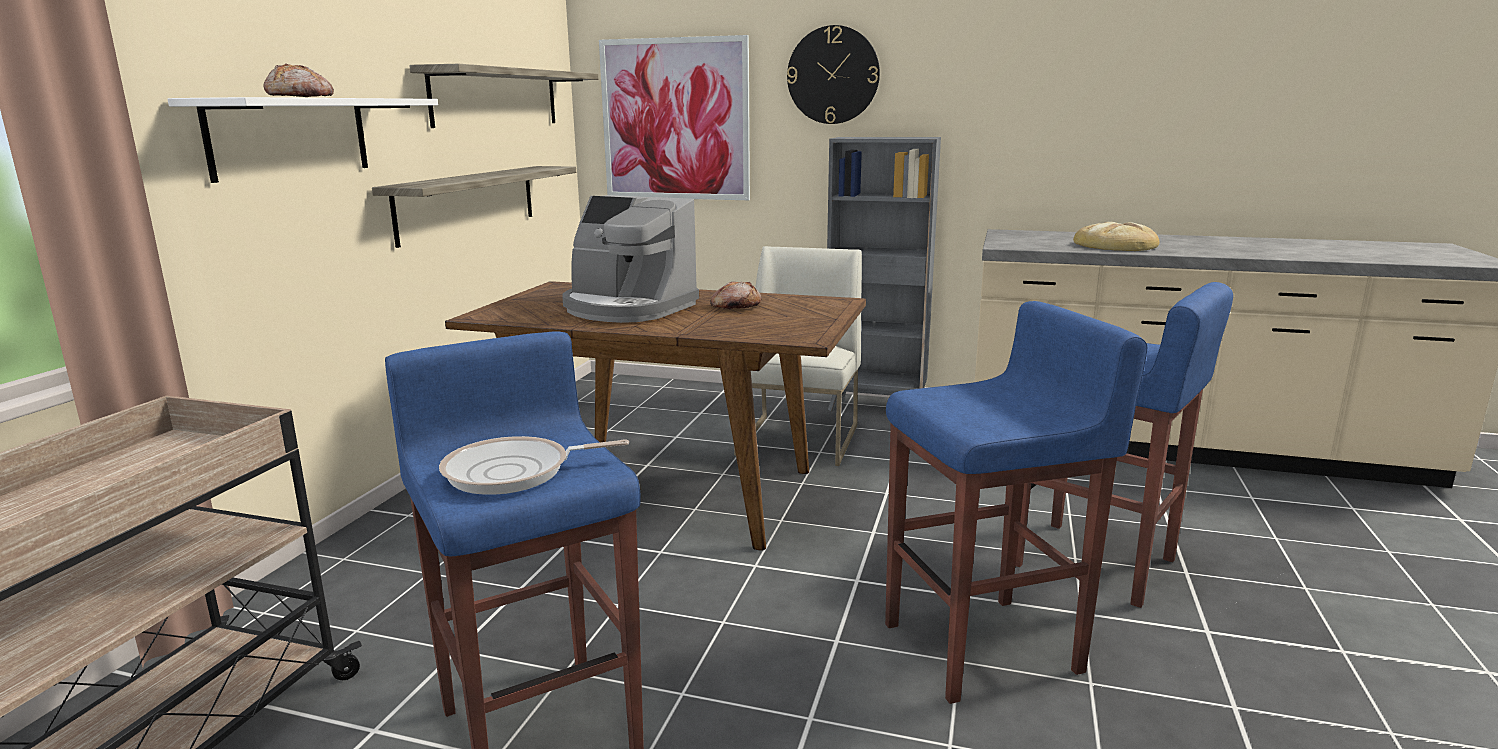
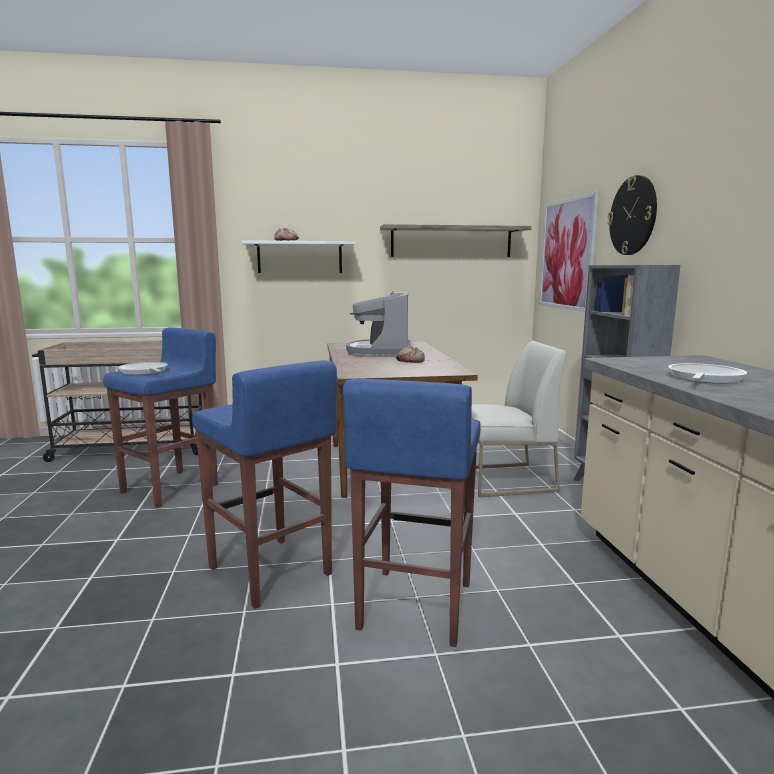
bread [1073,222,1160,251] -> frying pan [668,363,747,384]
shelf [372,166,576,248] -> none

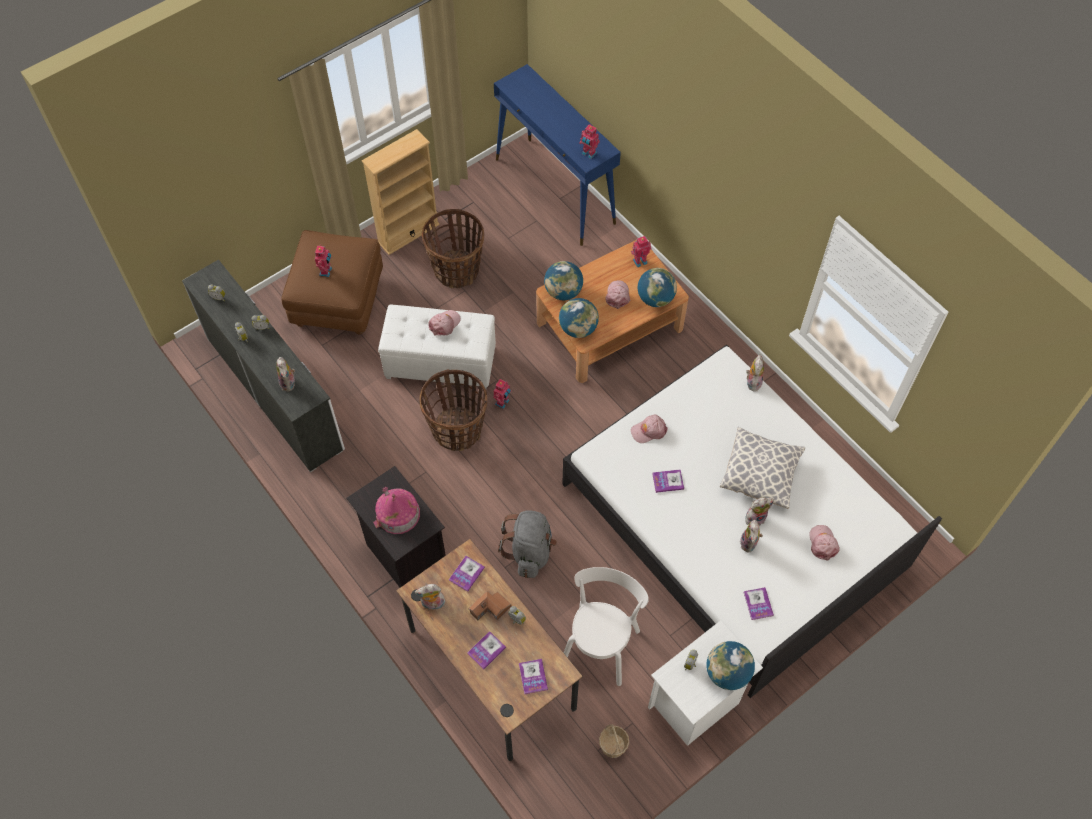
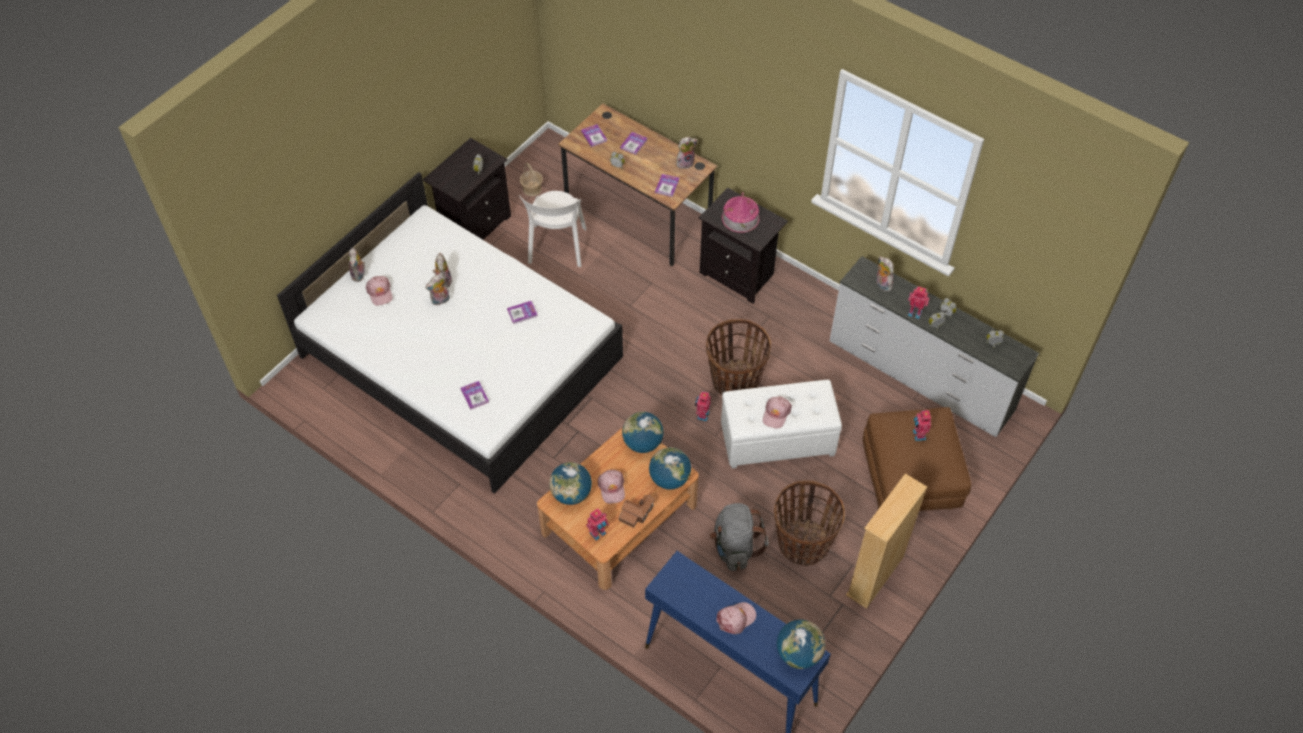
plush toy [746,354,764,392] -> plush toy [348,248,365,282], shifted
white nightstand [648,620,763,746] -> black nightstand [423,138,511,240]
book [744,587,774,620] -> book [460,381,489,409], shifted
toy house [468,591,511,620] -> toy house [619,495,655,528], shifted
grey backpack [498,510,557,578] -> grey backpack [710,503,768,571], shifted
pink cap [631,415,668,443] -> pink cap [716,602,756,634], shifted
globe [706,641,755,690] -> globe [777,620,825,669], shifted
toy robot [579,124,600,159] -> toy robot [908,286,929,319], shifted
pillow [720,427,805,509] -> none

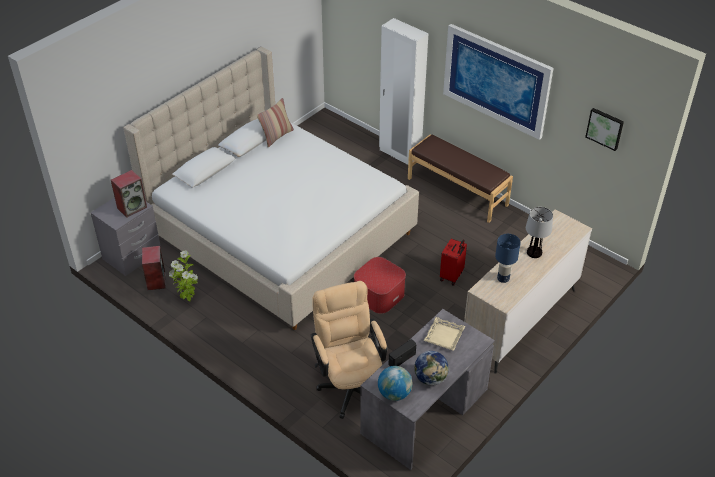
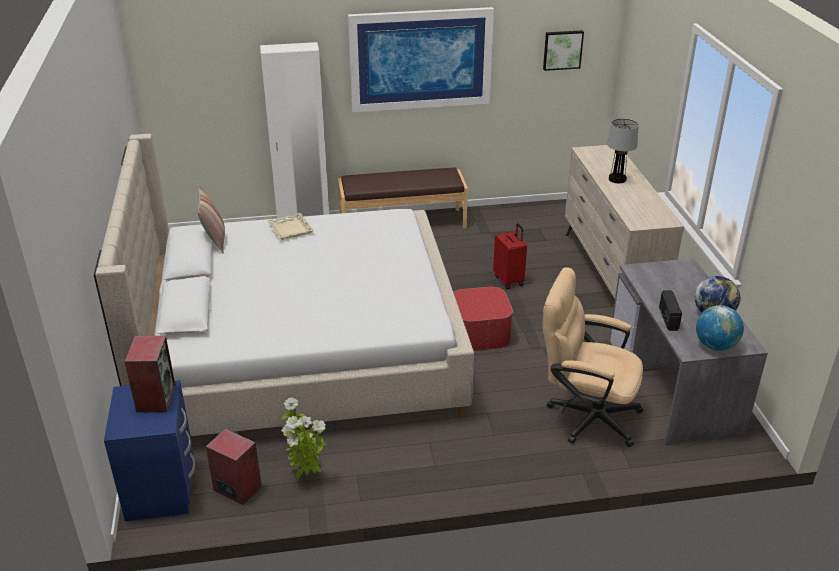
grey nightstand [91,197,161,276] -> blue nightstand [104,380,195,521]
beige tray [424,317,465,351] -> beige tray [267,213,314,240], shifted
blue table lamp [495,234,521,283] -> none

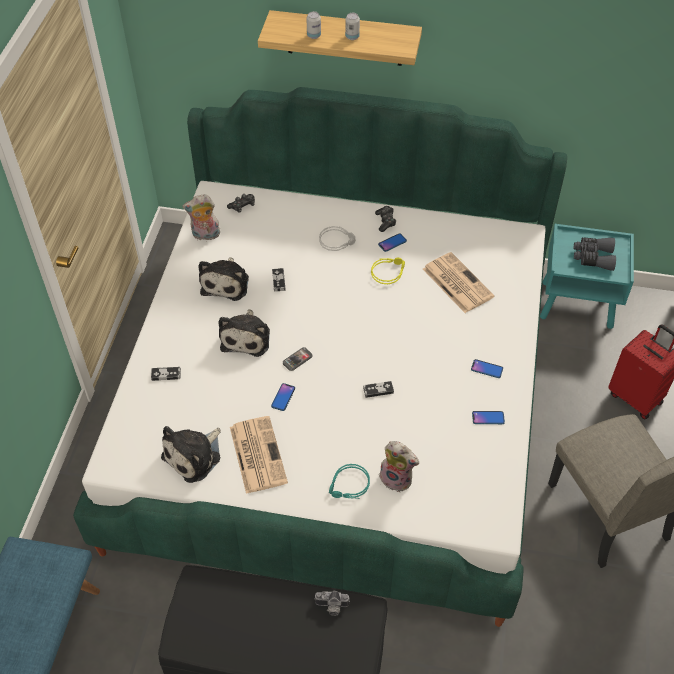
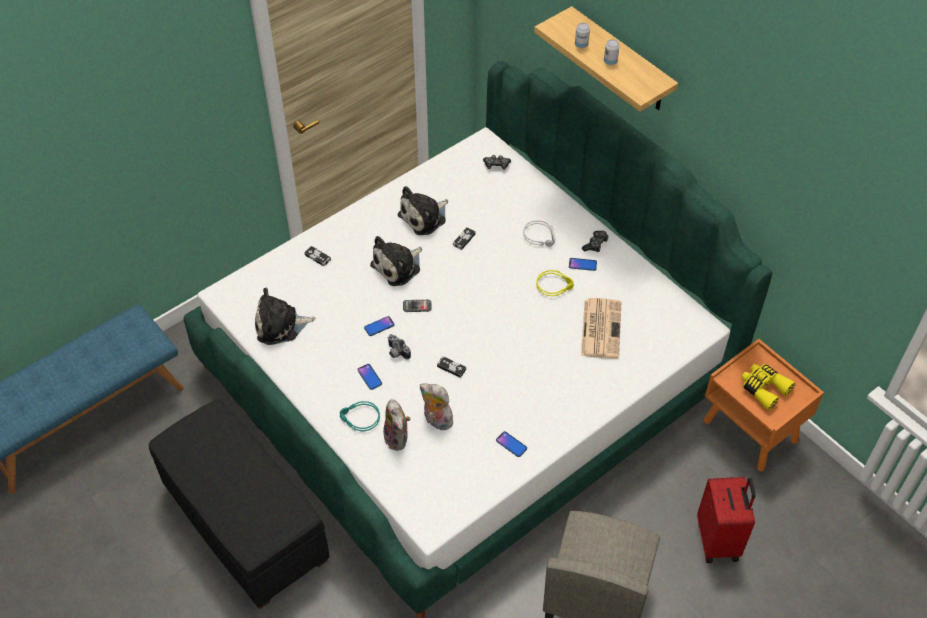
phone [471,359,503,378] -> phone [357,364,382,390], shifted
photo camera [314,591,350,616] -> photo camera [387,334,411,359], shifted
plush toy [182,194,222,240] -> plush toy [420,384,455,430], shifted
turquoise nightstand [540,224,634,329] -> orange nightstand [704,339,824,471]
grey binoculars [574,238,616,271] -> yellow binoculars [741,364,795,410]
newspaper [230,416,288,494] -> none

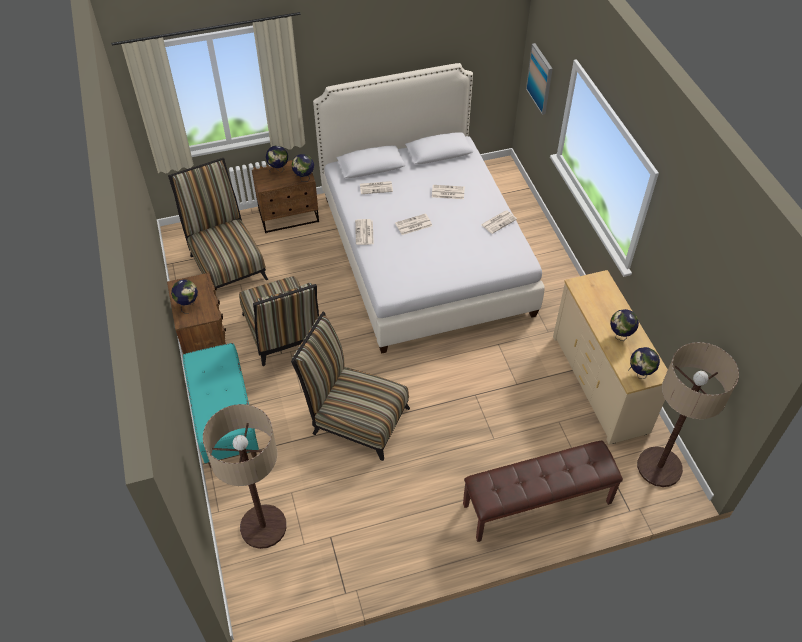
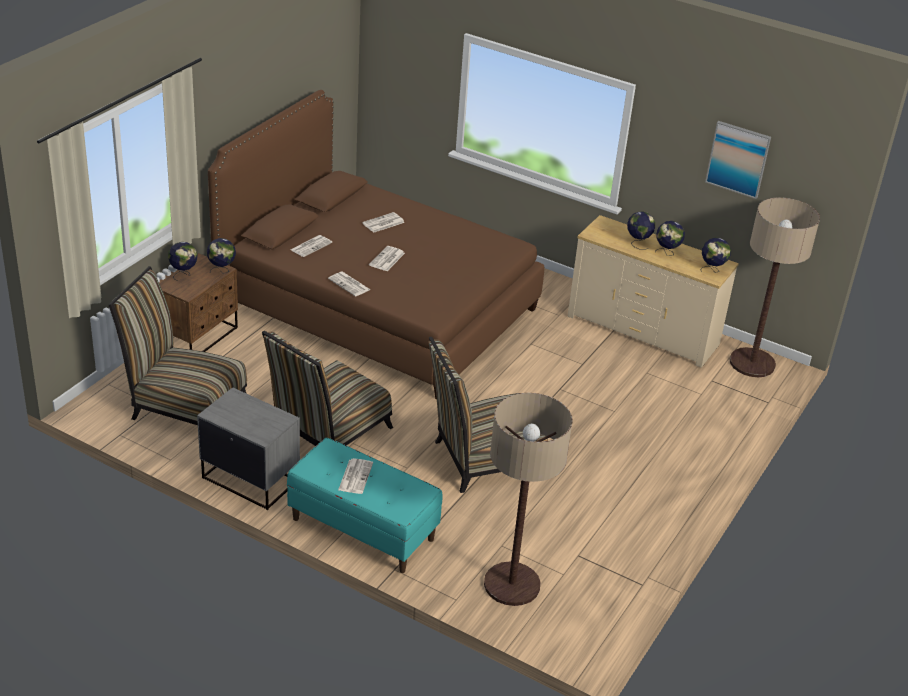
brown nightstand [167,273,226,355] -> grey nightstand [197,387,300,510]
white bed [313,63,545,354] -> brown bed [208,90,544,399]
chair [239,276,319,366] -> chair [262,331,393,446], 105 degrees clockwise
newspaper [481,210,517,234] -> newspaper [338,458,373,494], shifted
globe [171,279,198,314] -> globe [627,211,655,250], shifted
picture [526,43,553,115] -> picture [705,121,771,199], shifted
brown bench [463,441,623,542] -> none

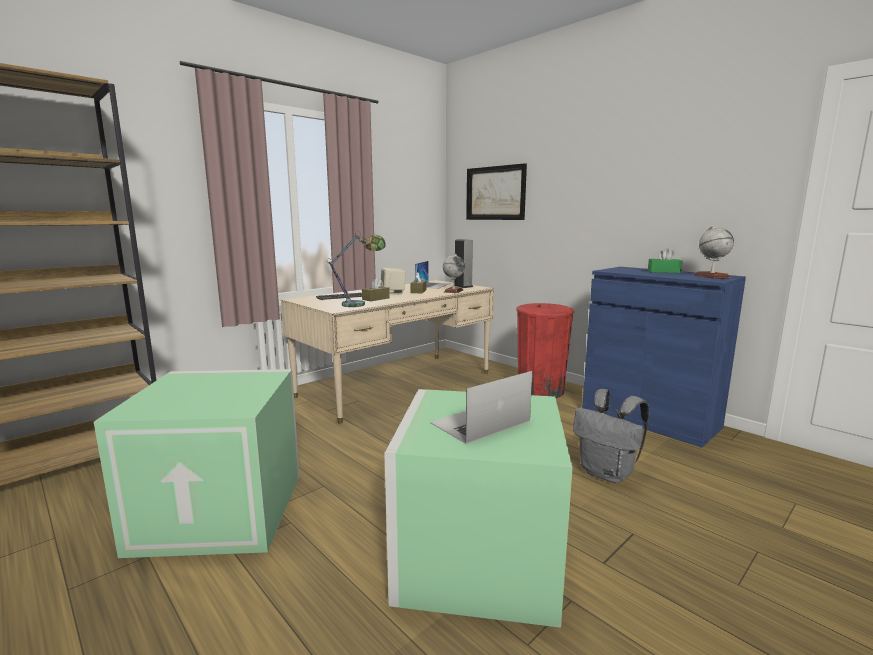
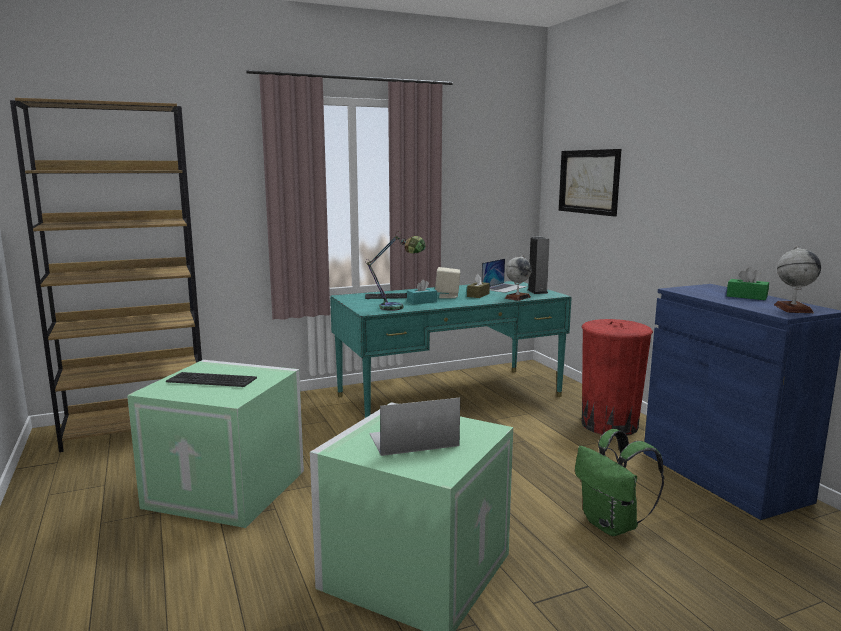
none -> keyboard [166,372,257,387]
beige desk [281,280,494,424] -> turquoise desk [330,281,572,418]
brown tissue box [362,278,390,301] -> turquoise tissue box [407,279,437,305]
grey backpack [573,389,649,483] -> green backpack [575,429,664,536]

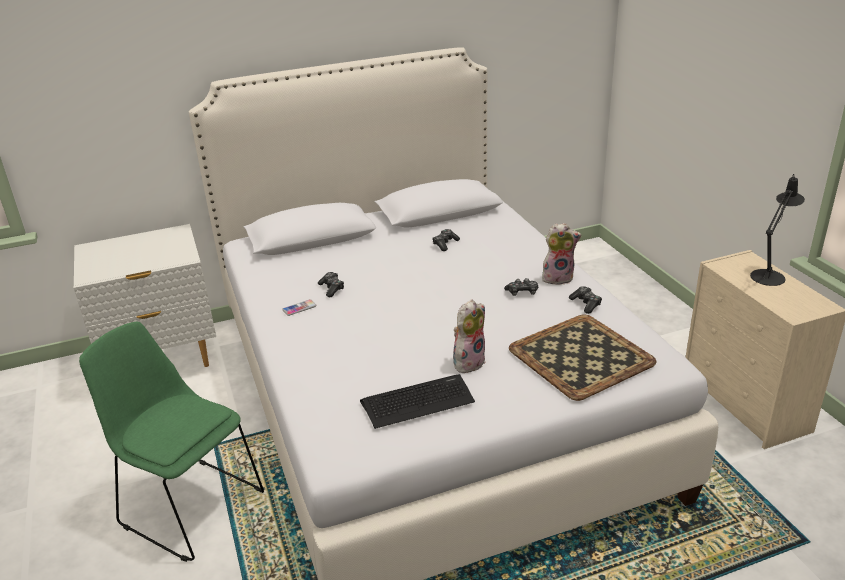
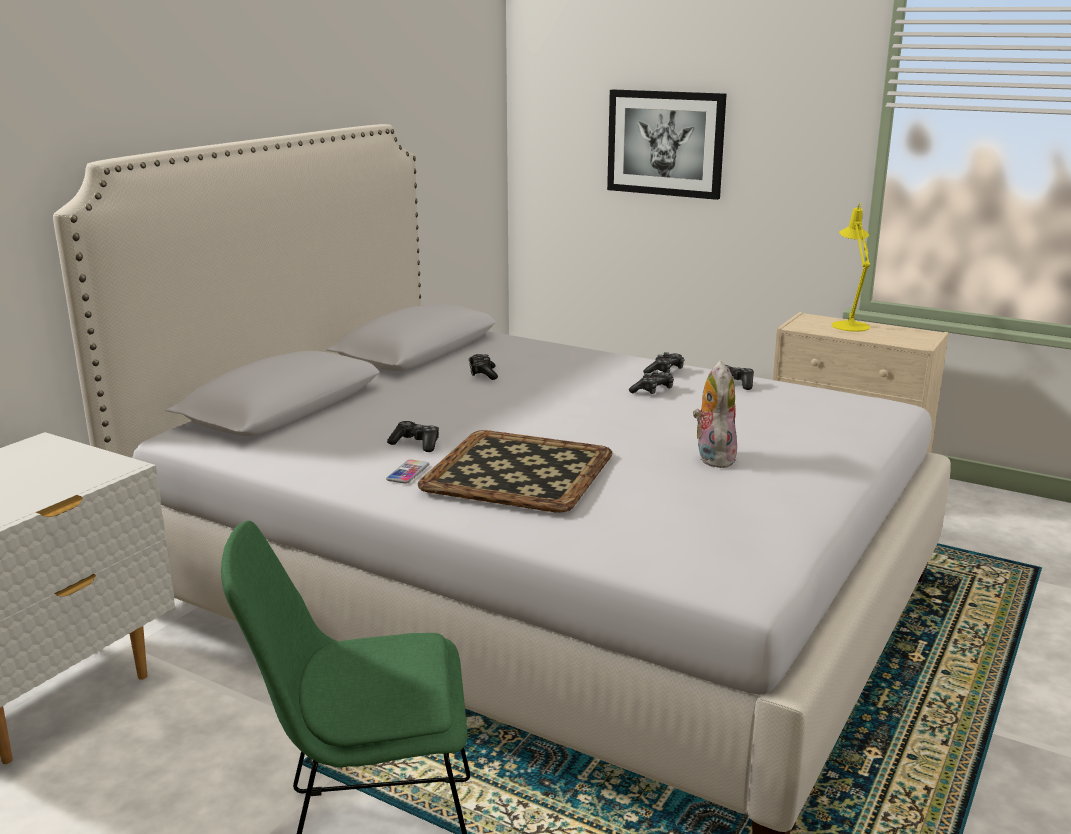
tray [509,315,657,401] -> tray [418,430,613,513], shifted
none -> picture [607,89,726,200]
plush toy [542,223,582,285] -> game controller [643,352,685,373]
black table lamp [750,174,805,286] -> yellow table lamp [832,203,870,332]
keyboard [360,374,475,429] -> none

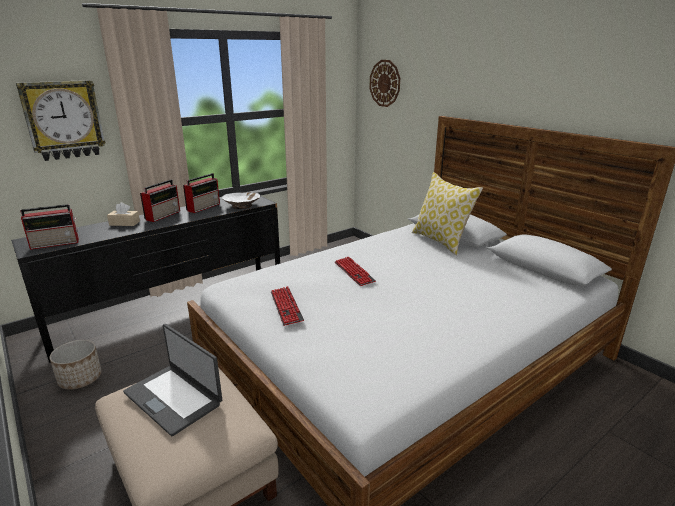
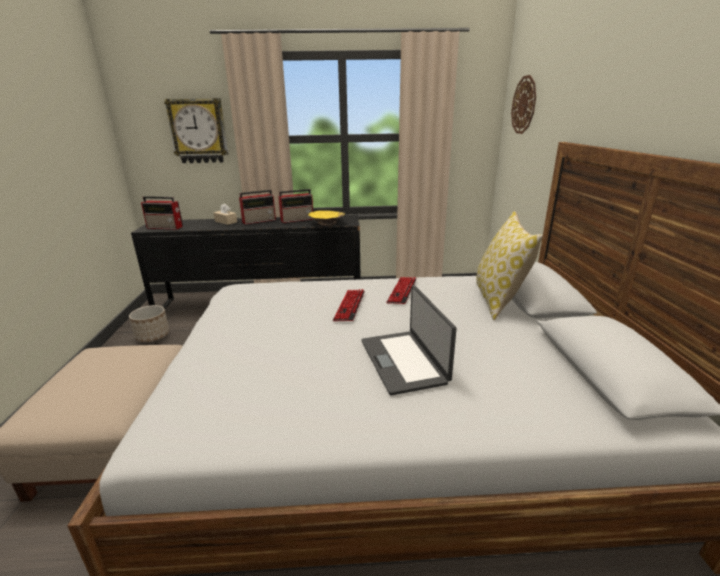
white bowl [222,192,260,209] -> yellow bowl [308,210,345,226]
laptop [123,324,222,436] -> laptop [361,285,457,395], shifted
keyboard [271,286,304,326] -> keyboard [386,277,417,304], shifted

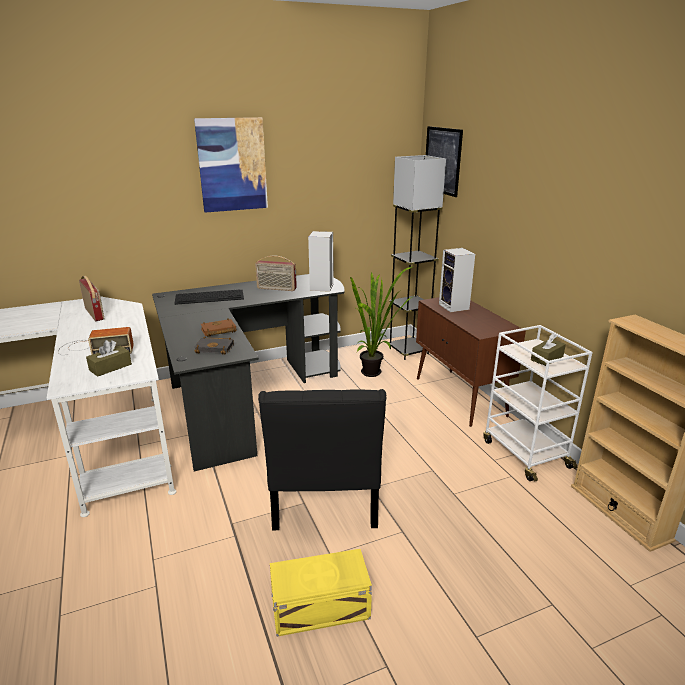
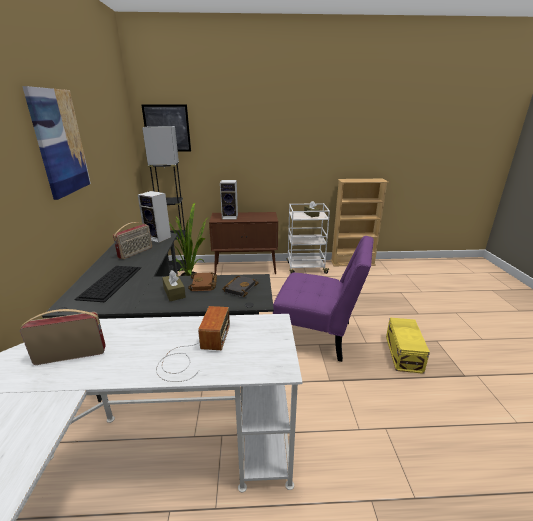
brown tissue box [86,340,132,377] -> brown tissue box [162,270,186,301], shifted
black chair [258,389,386,530] -> purple chair [273,236,374,362]

